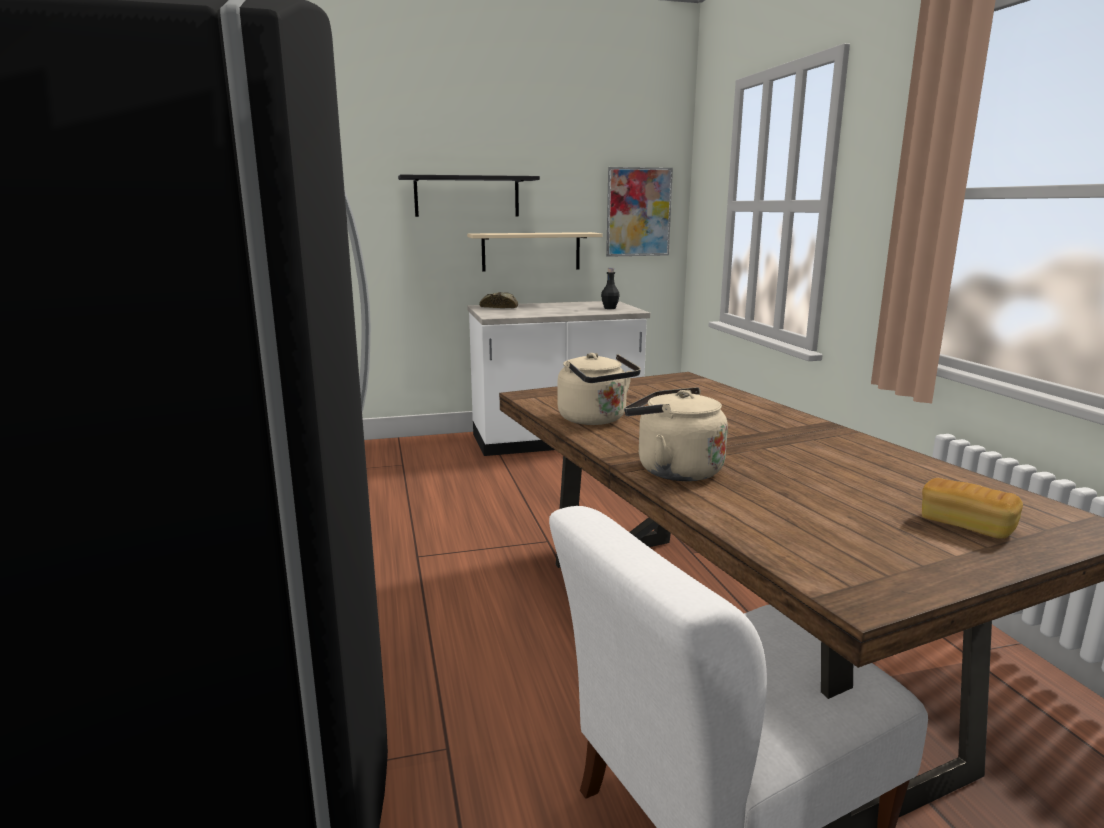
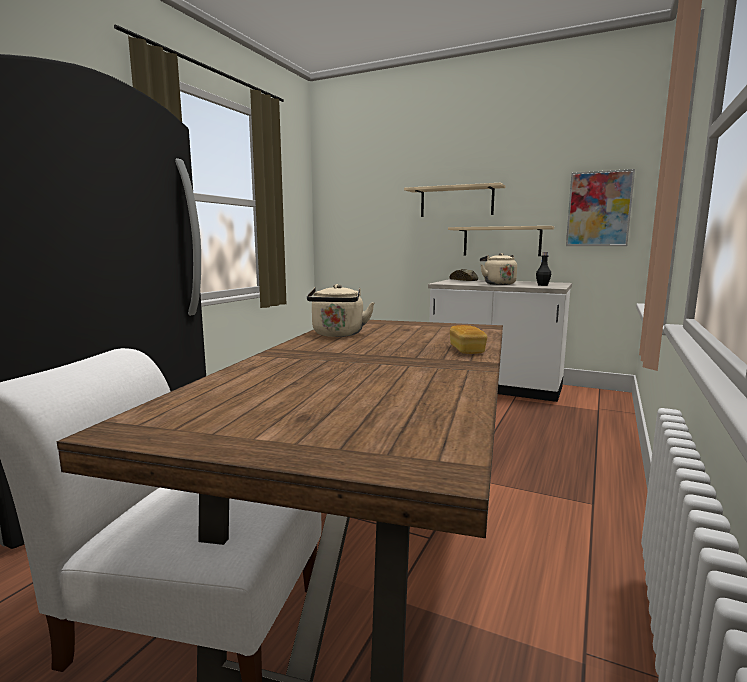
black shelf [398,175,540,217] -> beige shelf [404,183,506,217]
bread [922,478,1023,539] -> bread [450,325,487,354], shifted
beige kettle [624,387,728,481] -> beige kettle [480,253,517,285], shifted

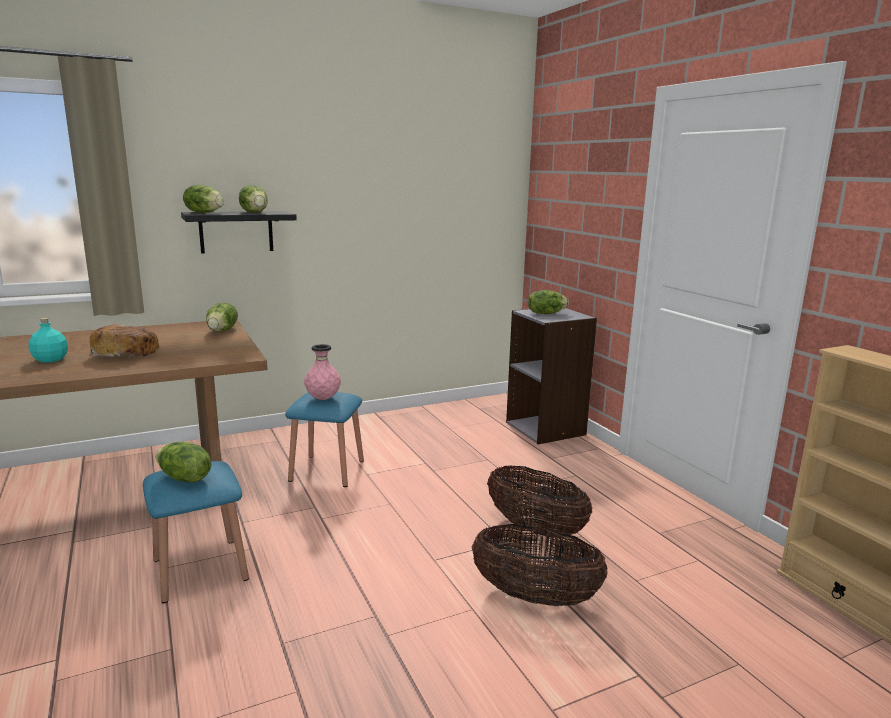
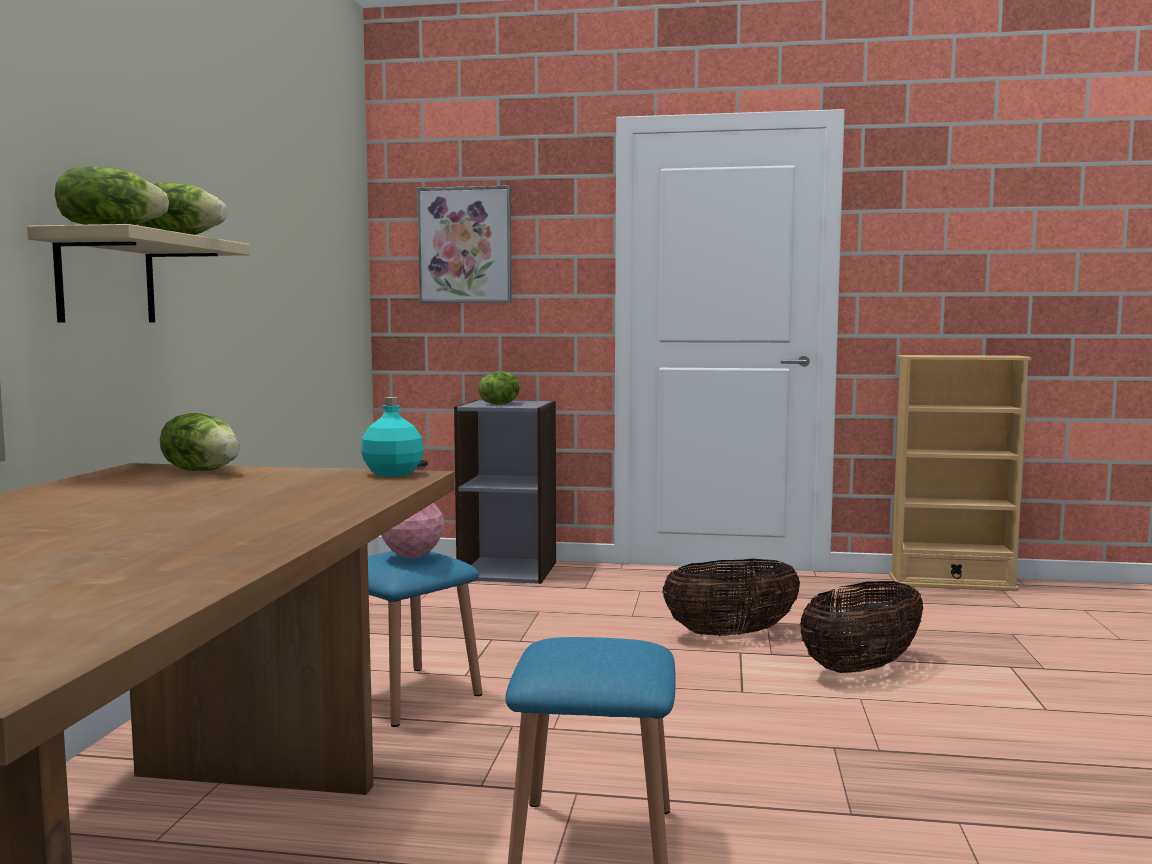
black shelf [181,211,297,253] -> beige shelf [27,224,250,323]
turquoise bottle [29,318,68,363] -> turquoise bottle [361,397,424,476], shifted
none -> picture [417,186,512,303]
bread [89,324,159,358] -> none
lettuce [156,442,211,482] -> none

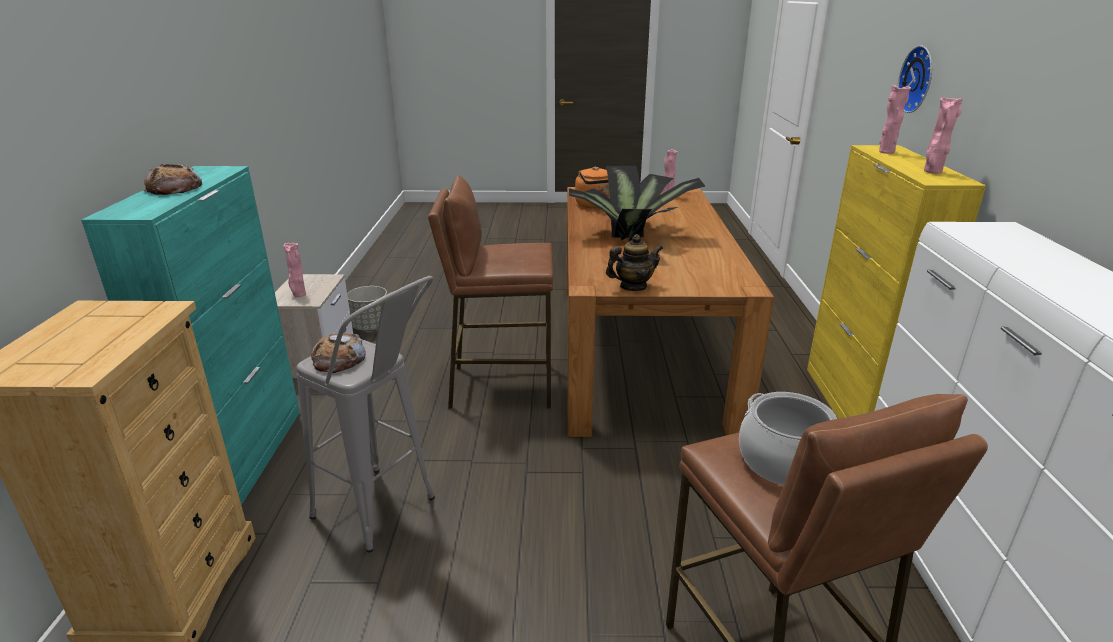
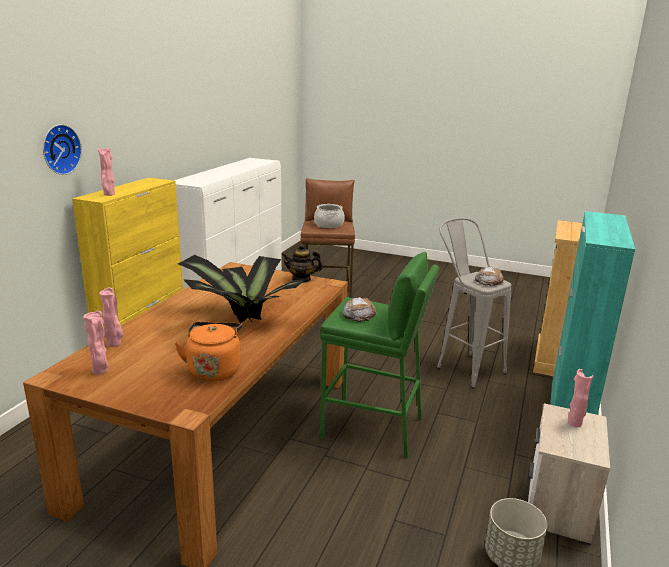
pink vase [924,98,963,174] -> pink vase [99,288,124,347], shifted
brown stool [428,175,553,409] -> green stool [320,252,440,458]
bread [143,164,202,195] -> bread [343,297,377,322], shifted

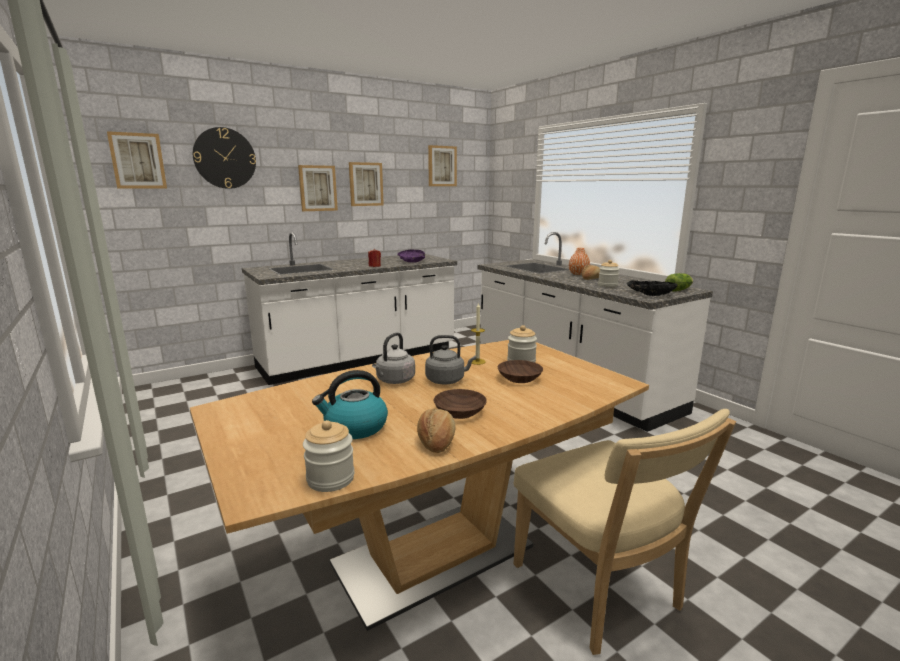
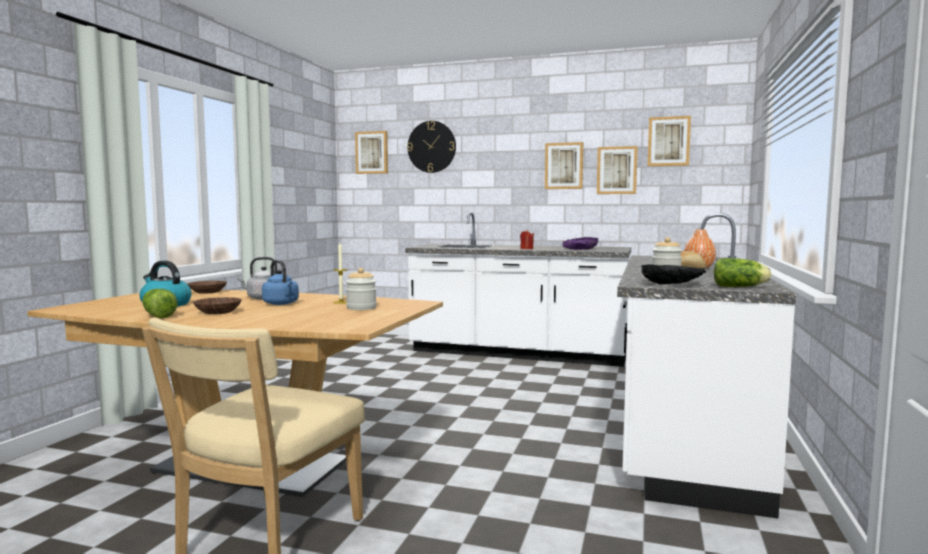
bread [417,408,456,453] -> lettuce [142,289,178,318]
brown bowl [498,360,543,383] -> brown bowl [188,281,227,294], shifted
grey kettle [425,335,476,384] -> blue kettle [262,260,299,305]
picture [298,165,338,211] -> picture [597,146,638,194], shifted
jar [303,420,355,492] -> none

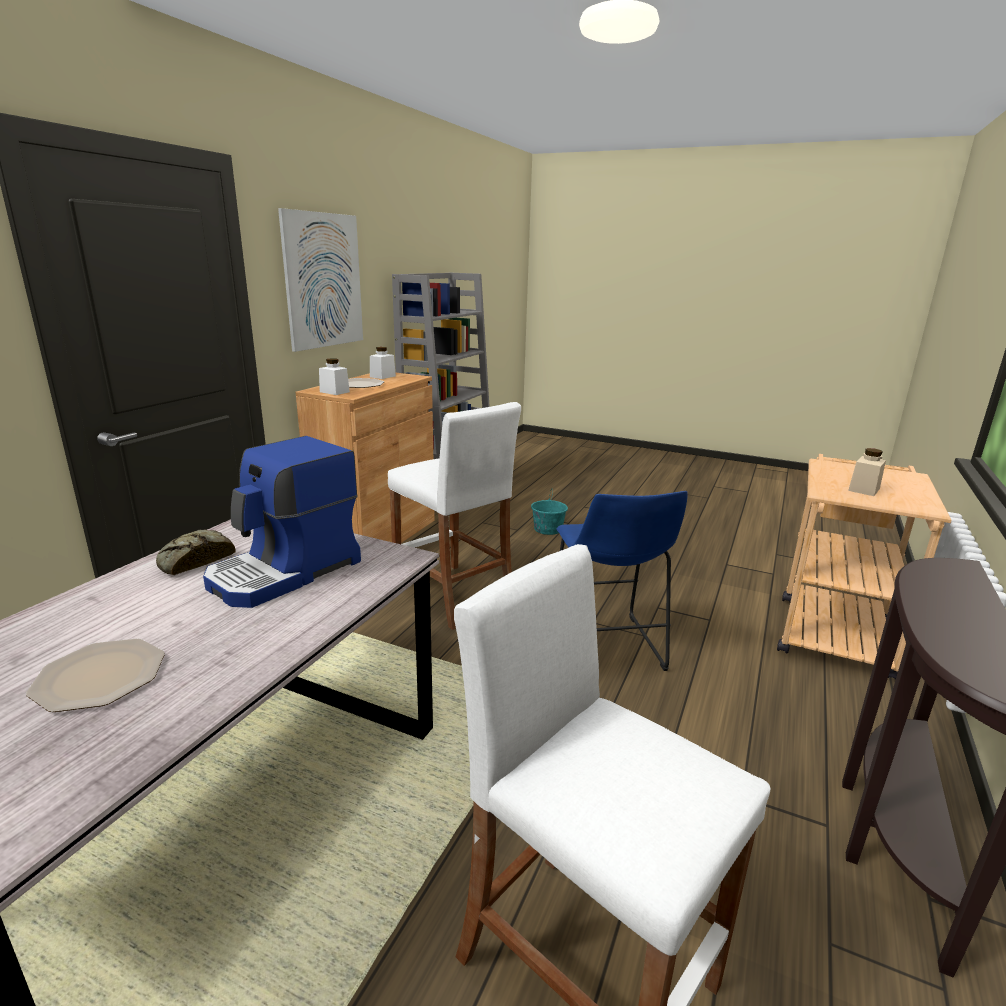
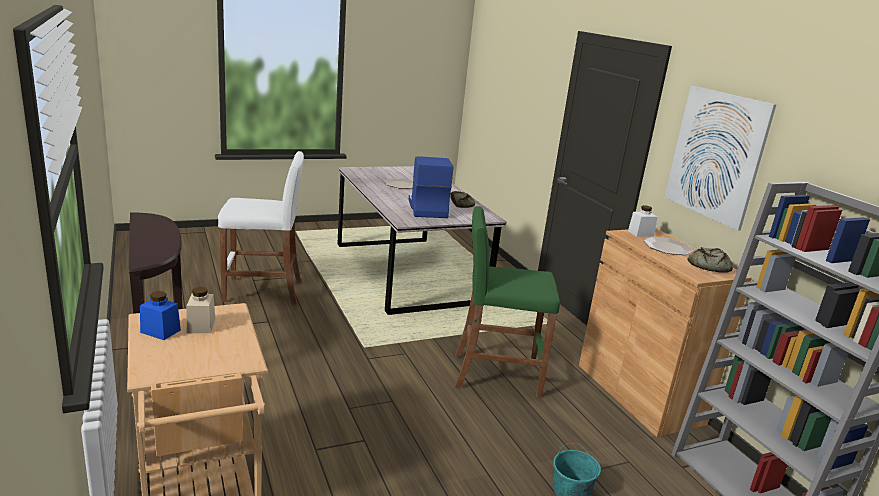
none -> blue jar [140,291,181,340]
white stool [388,402,521,630] -> green stool [455,206,560,398]
white jar [370,347,396,379] -> bread [688,247,733,273]
blue stool [556,491,688,671] -> none

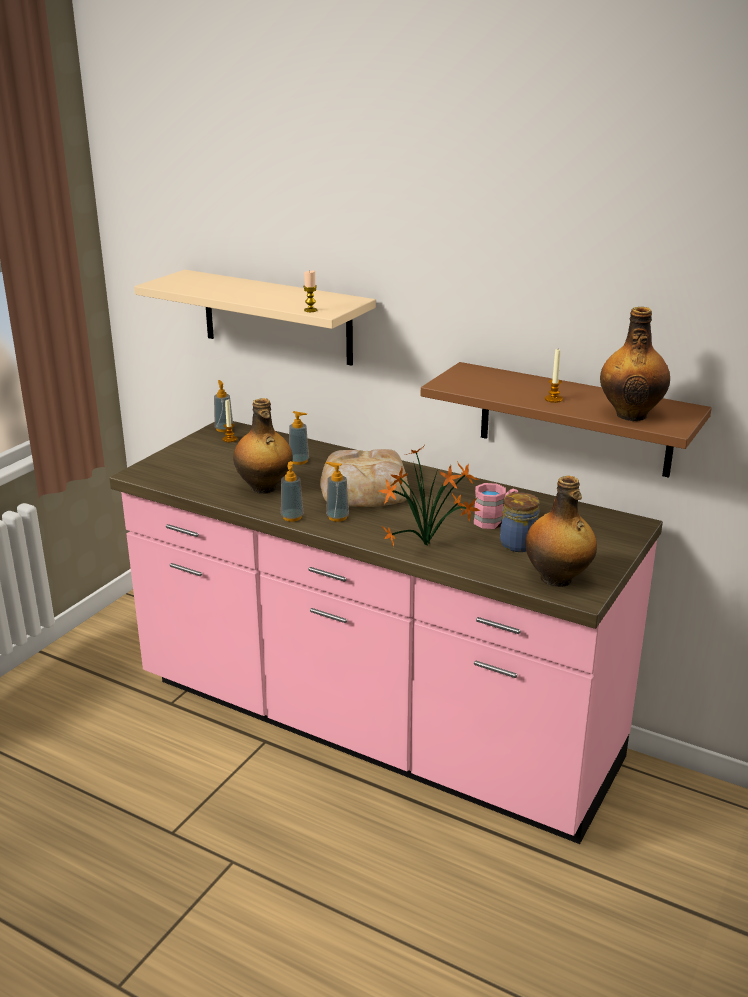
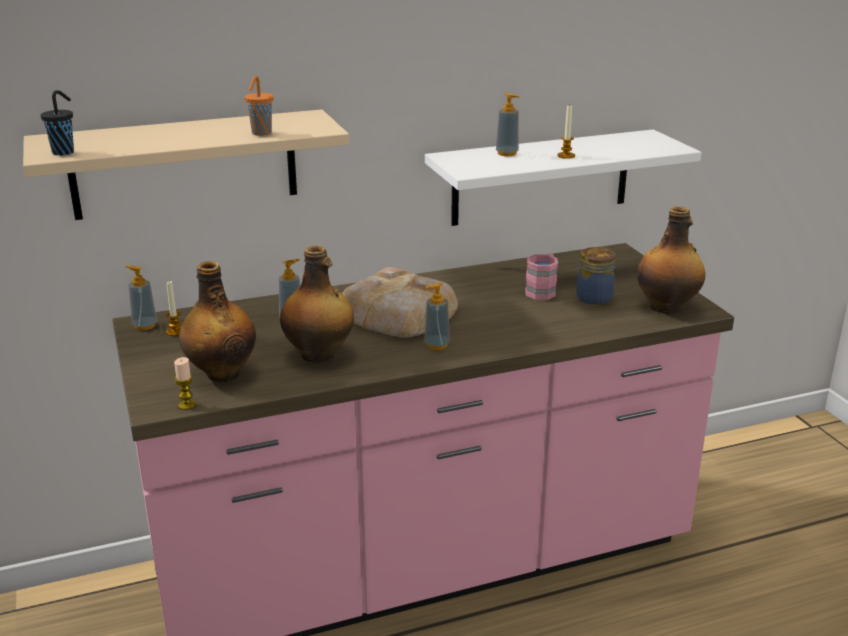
none -> black cup [41,90,74,155]
candle [303,271,317,312] -> candle [174,357,196,410], shifted
bottle [600,307,670,421] -> bottle [179,261,256,382], shifted
none -> orange cup [245,76,274,136]
brown shelf [421,362,712,478] -> white shelf [425,129,701,226]
soap dispenser [281,461,304,522] -> soap dispenser [496,93,520,156], shifted
potted plant [379,446,480,547] -> none

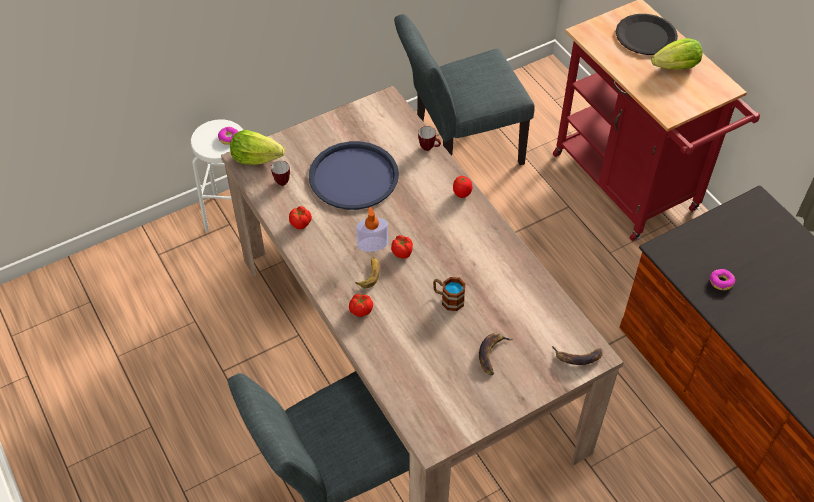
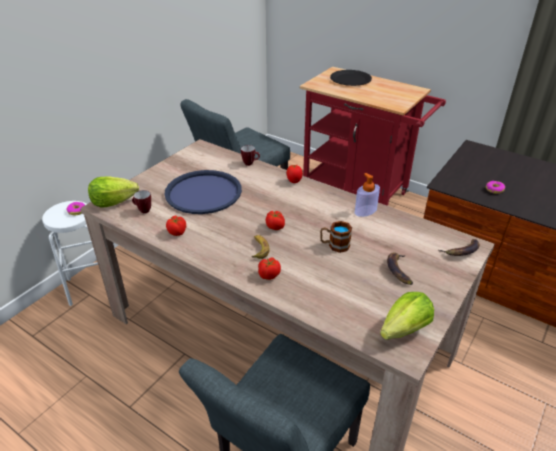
soap dispenser [356,207,388,252] -> soap dispenser [355,173,380,217], shifted
lettuce [651,38,702,69] -> lettuce [380,292,434,340], shifted

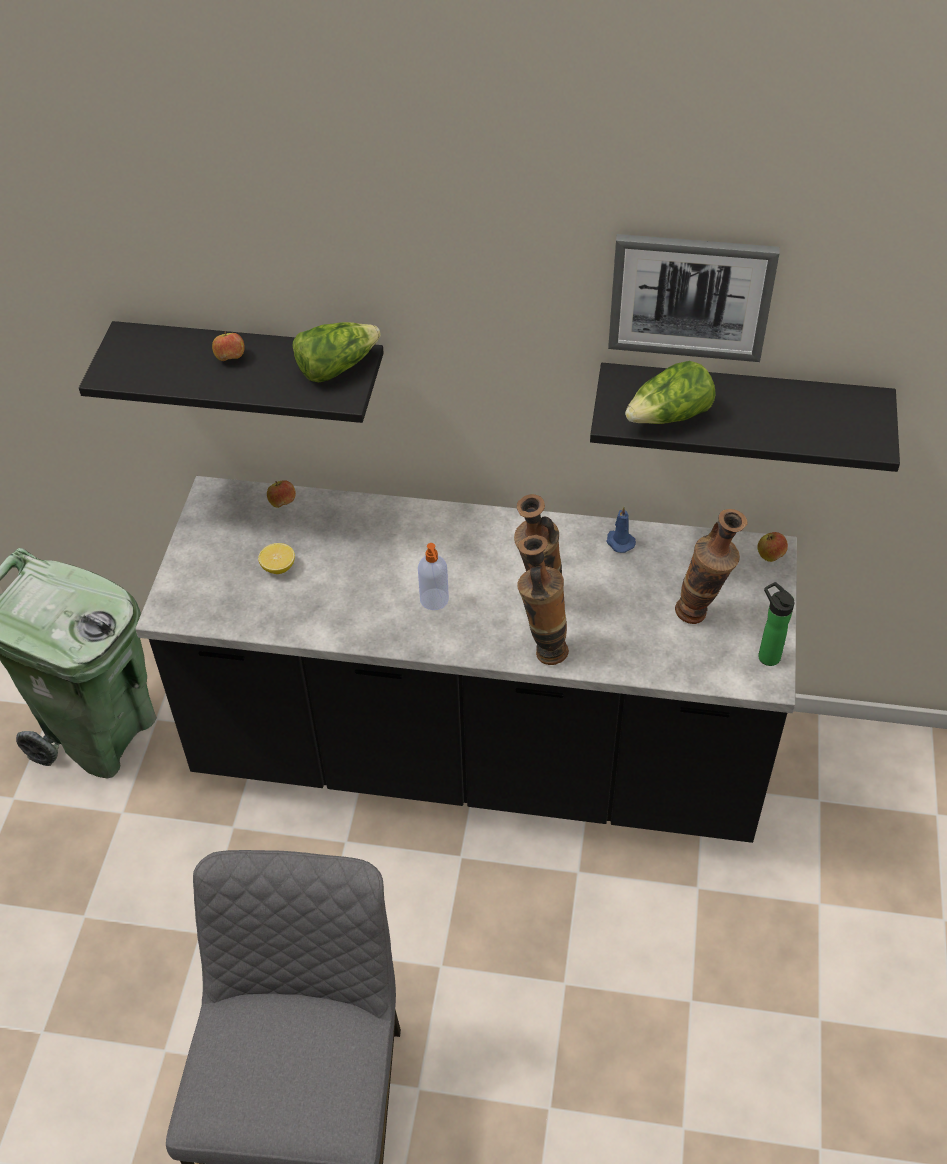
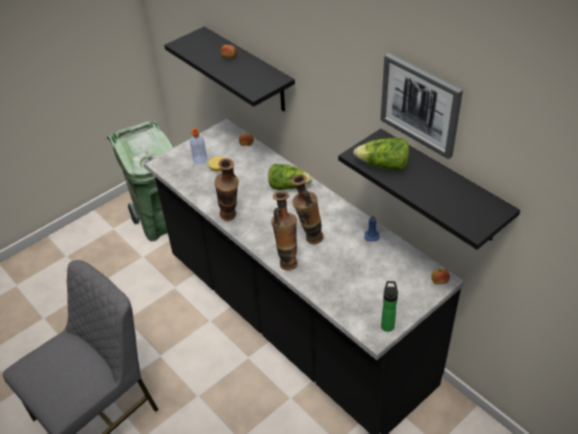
soap dispenser [418,543,449,610] -> soap dispenser [190,127,207,164], shifted
vase [675,509,748,624] -> vase [214,158,239,221], shifted
lettuce [292,322,381,382] -> lettuce [268,164,313,190], shifted

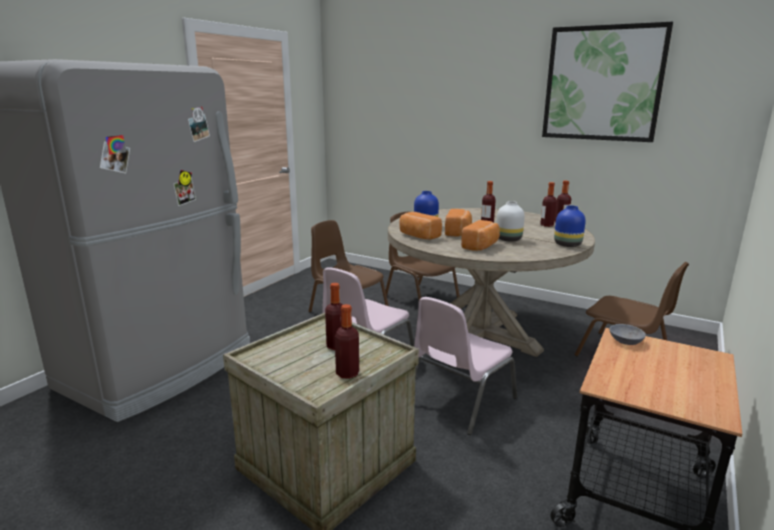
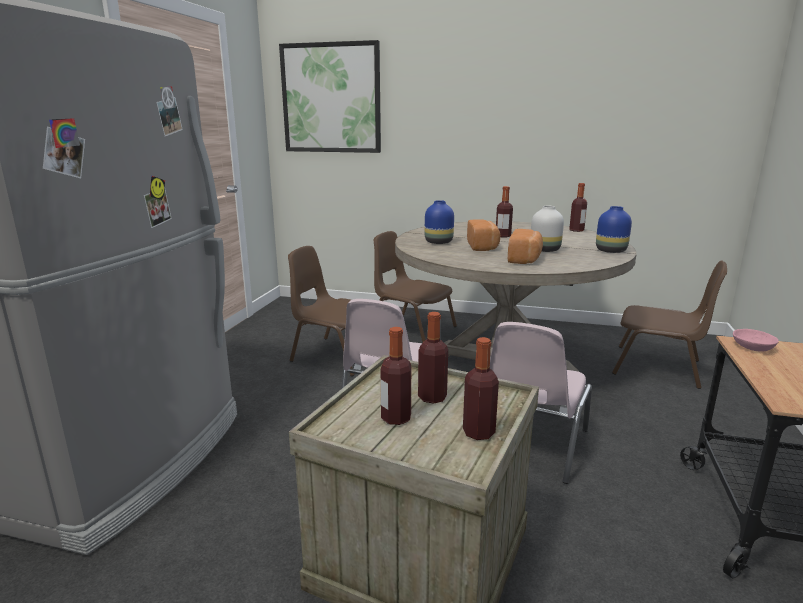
picture [542,22,673,142] -> picture [279,40,381,153], shifted
bottle [540,182,557,227] -> bottle [380,327,411,425], shifted
grey bowl [609,324,646,345] -> pink bowl [733,329,779,351]
bread [400,212,442,239] -> none

